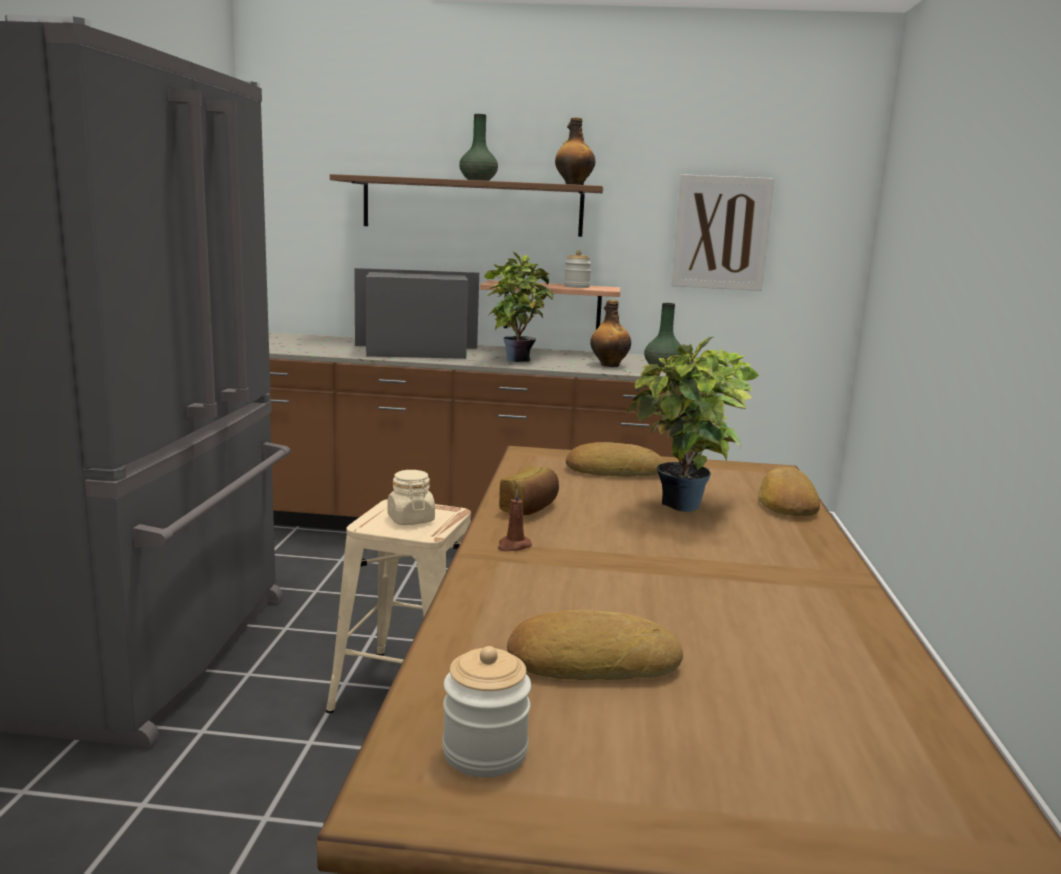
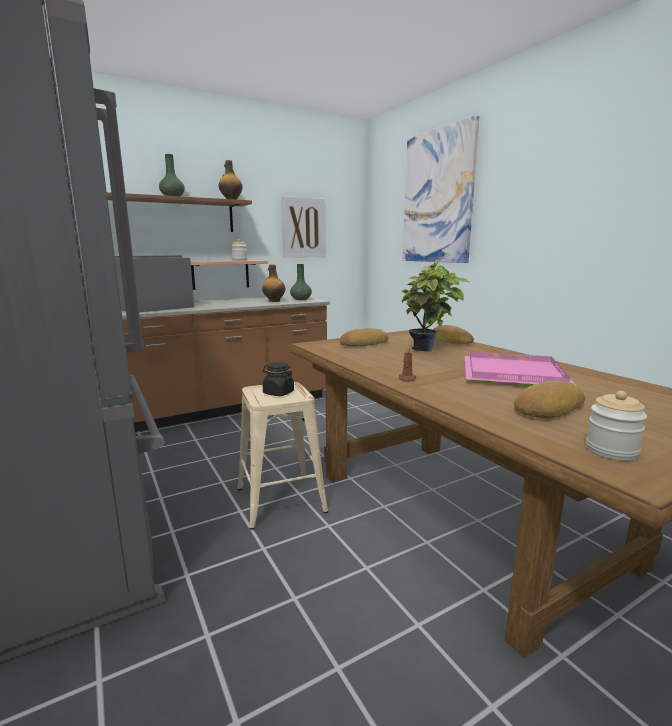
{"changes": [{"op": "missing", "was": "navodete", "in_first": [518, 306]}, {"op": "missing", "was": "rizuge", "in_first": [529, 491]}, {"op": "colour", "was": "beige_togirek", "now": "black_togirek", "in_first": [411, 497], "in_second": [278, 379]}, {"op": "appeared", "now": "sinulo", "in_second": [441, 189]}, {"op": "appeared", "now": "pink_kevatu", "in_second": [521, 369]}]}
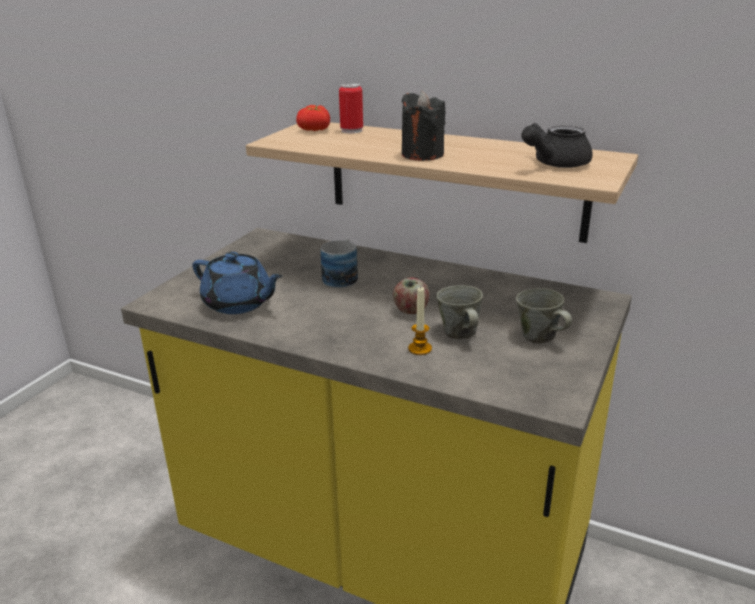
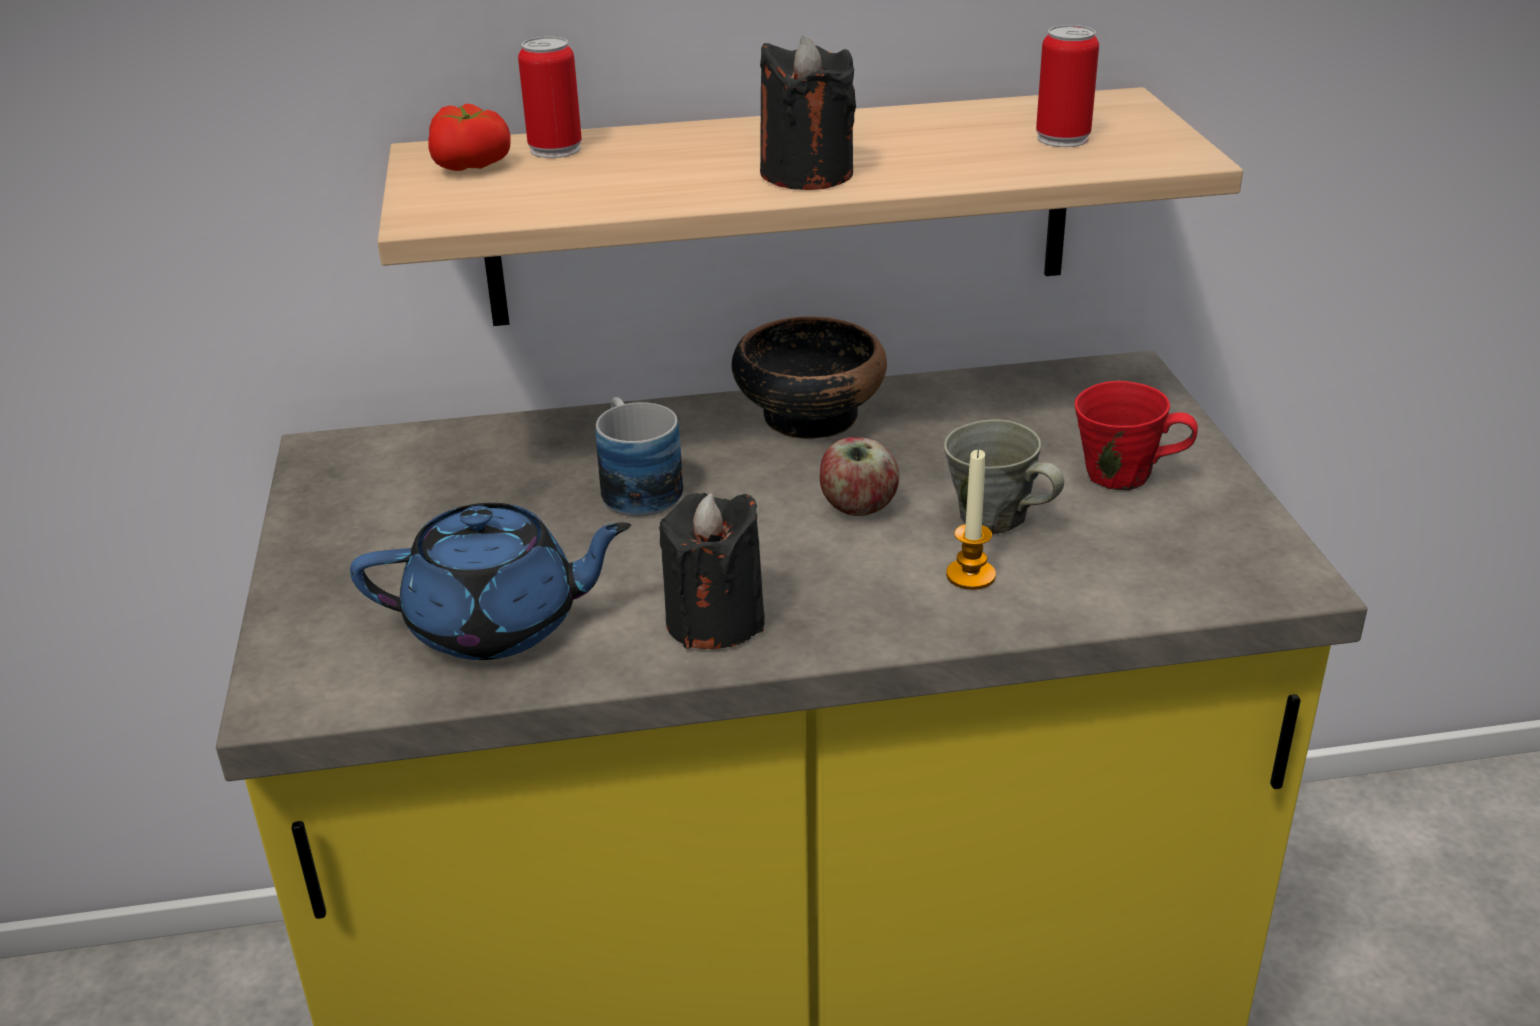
{"changes": [{"op": "exchanged", "was": "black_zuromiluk", "now": "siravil", "in_first": [557, 145], "in_second": [1067, 86]}, {"op": "colour", "was": "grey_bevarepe", "now": "red_bevarepe", "in_first": [544, 316], "in_second": [1136, 436]}, {"op": "appeared", "now": "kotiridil", "in_second": [809, 378]}, {"op": "appeared", "now": "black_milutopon", "in_second": [712, 571]}]}
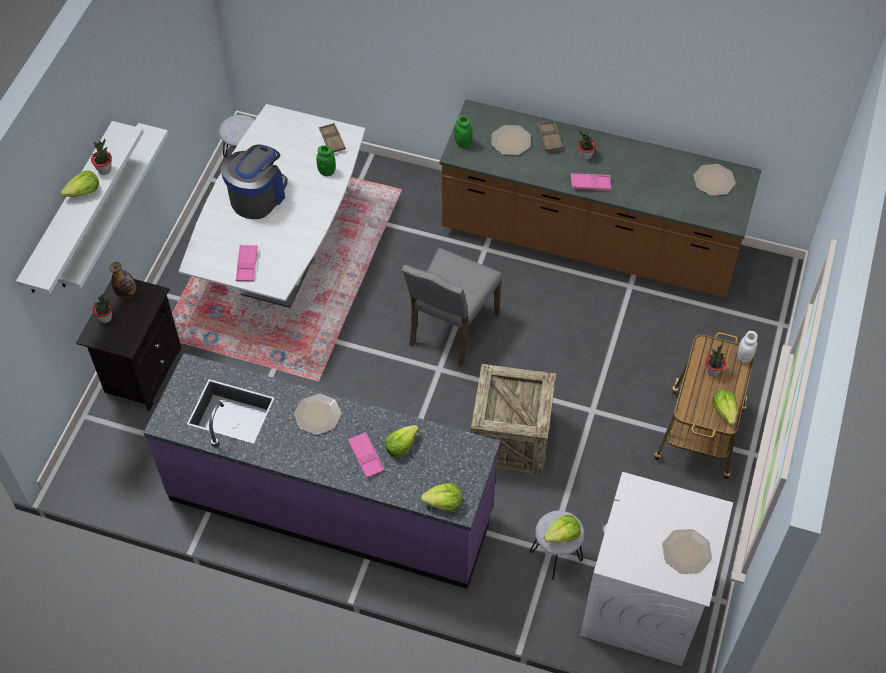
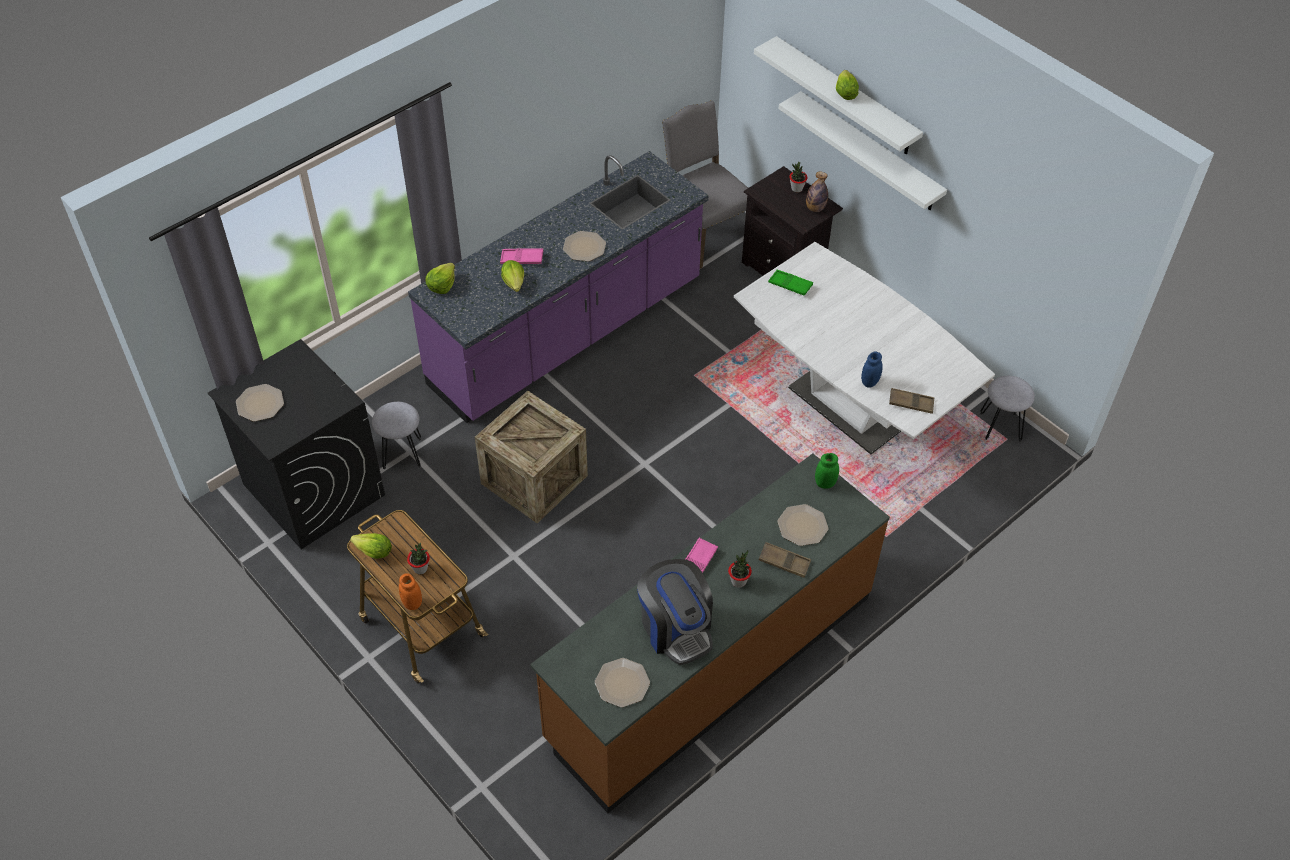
{"changes": [{"op": "missing", "was": "navodete", "in_first": [101, 157]}, {"op": "relocated", "was": "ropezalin", "in_first": [254, 181], "in_second": [675, 612]}, {"op": "colour", "was": "green_togirek", "now": "blue_togirek", "in_first": [326, 160], "in_second": [872, 370]}, {"op": "colour", "was": "pink_kevatu", "now": "green_kevatu", "in_first": [247, 263], "in_second": [790, 283]}, {"op": "relocated", "was": "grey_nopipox", "in_first": [452, 308], "in_second": [705, 184]}, {"op": "colour", "was": "white_togirek", "now": "orange_togirek", "in_first": [747, 347], "in_second": [410, 591]}, {"op": "colour", "was": "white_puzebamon", "now": "black_puzebamon", "in_first": [656, 569], "in_second": [296, 444]}, {"op": "missing", "was": "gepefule", "in_first": [562, 529]}]}
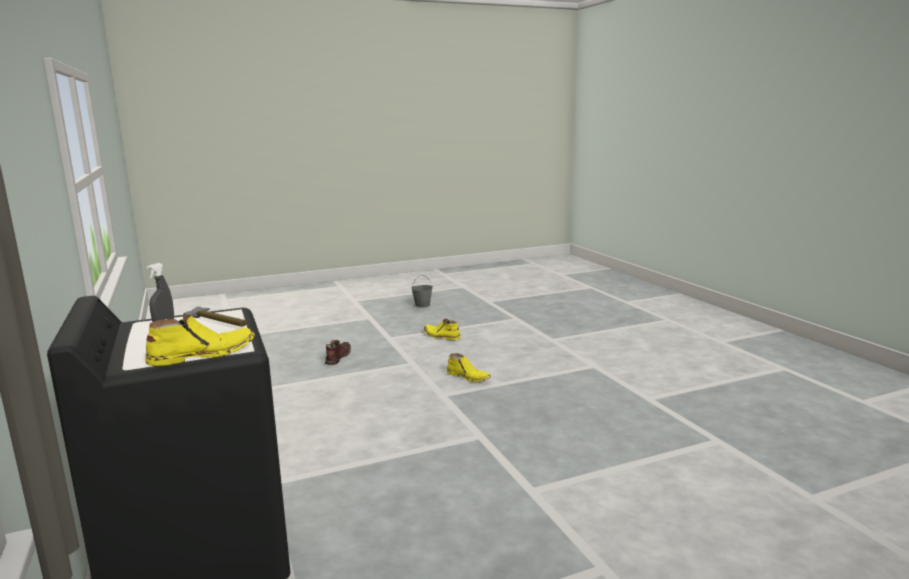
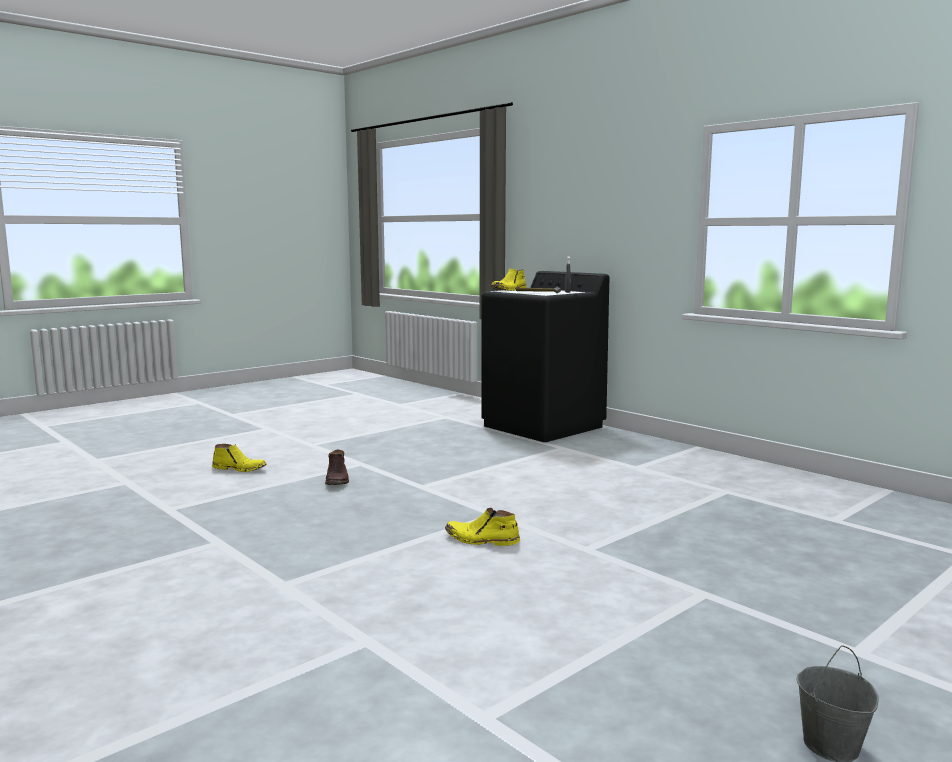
{"changes": [{"op": "relocated", "was": "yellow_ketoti", "in_first": [442, 329], "in_second": [239, 458]}, {"op": "relocated", "was": "brown_ketoti", "in_first": [338, 352], "in_second": [337, 467]}]}
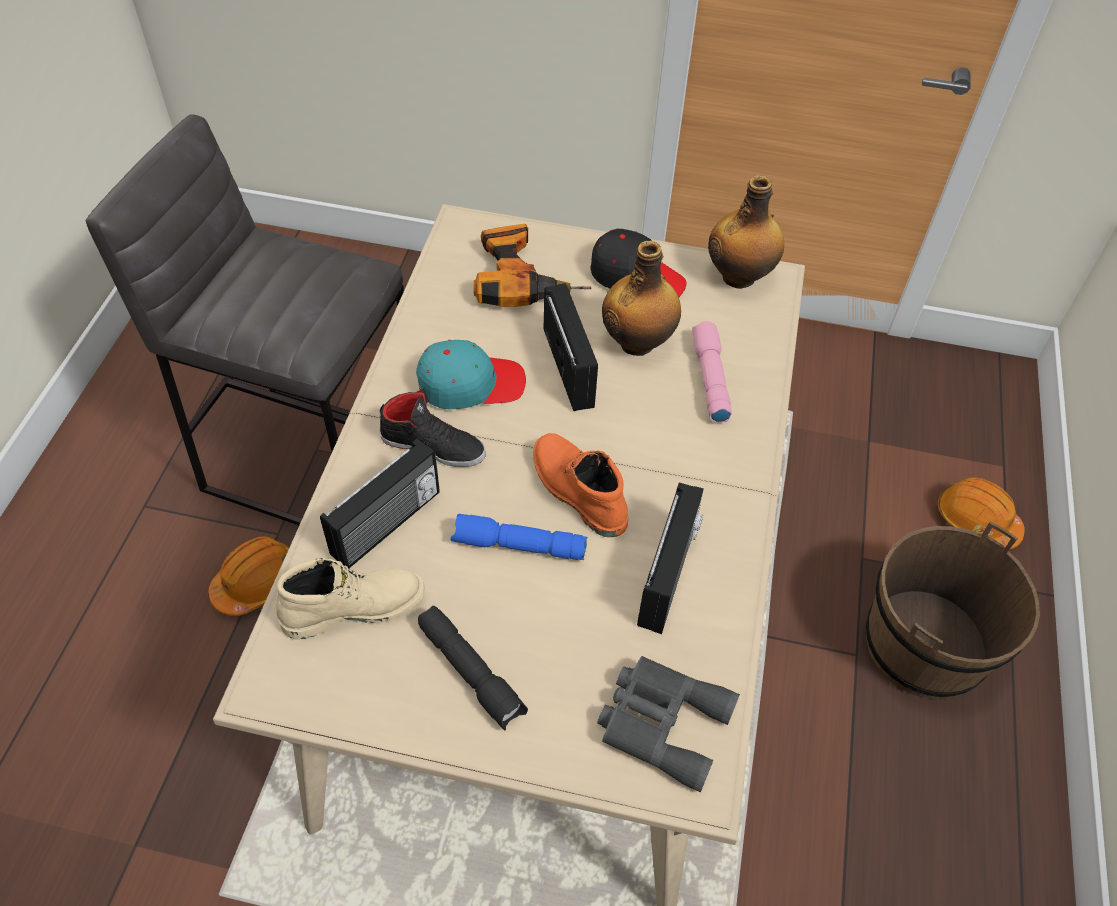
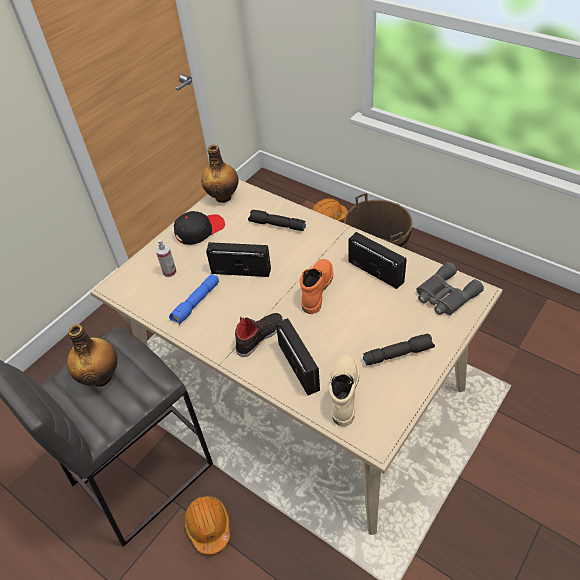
{"changes": [{"op": "exchanged", "was": "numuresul", "now": "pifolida", "in_first": [532, 265], "in_second": [166, 258]}, {"op": "relocated", "was": "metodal", "in_first": [641, 298], "in_second": [92, 355]}, {"op": "colour", "was": "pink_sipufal", "now": "black_sipufal", "in_first": [712, 371], "in_second": [277, 220]}, {"op": "missing", "was": "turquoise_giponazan", "in_first": [471, 374]}, {"op": "spun", "was": "orange_ketoti", "in_first": [580, 485], "in_second": [317, 286], "clockwise": 120}, {"op": "relocated", "was": "blue_sipufal", "in_first": [519, 537], "in_second": [194, 299]}]}
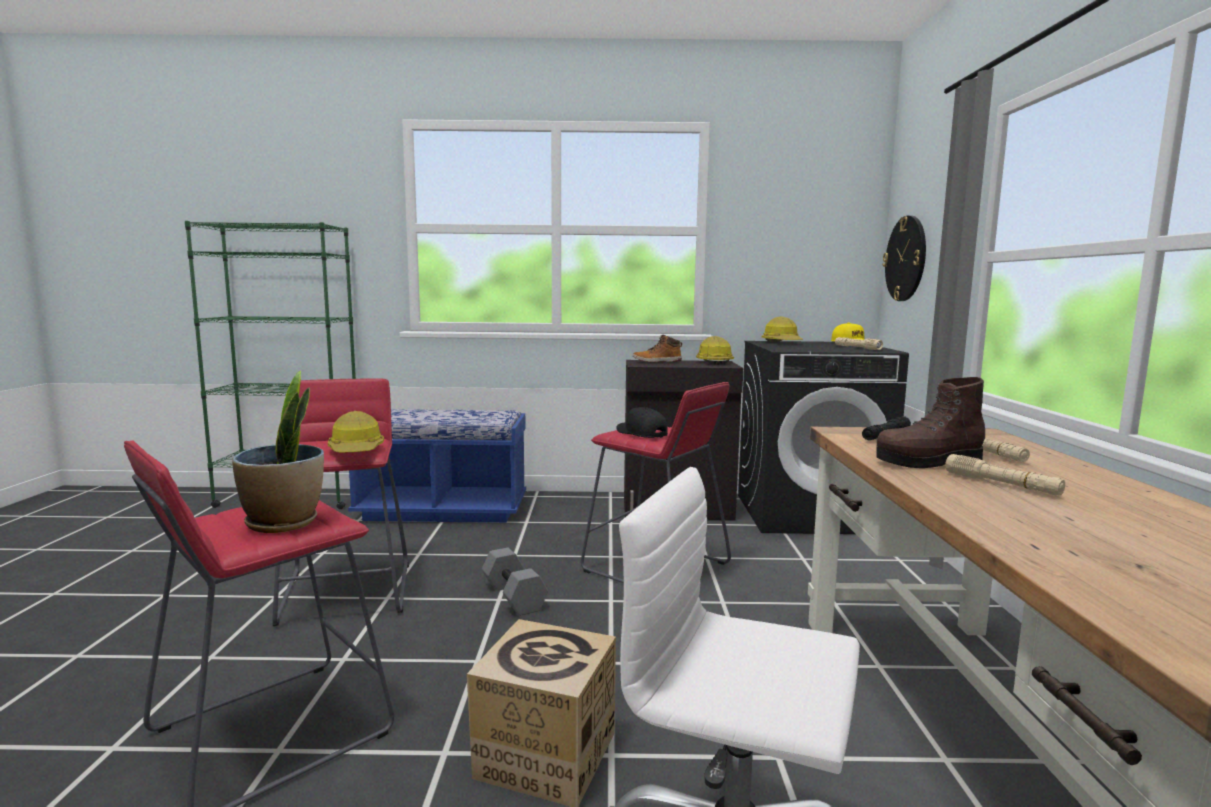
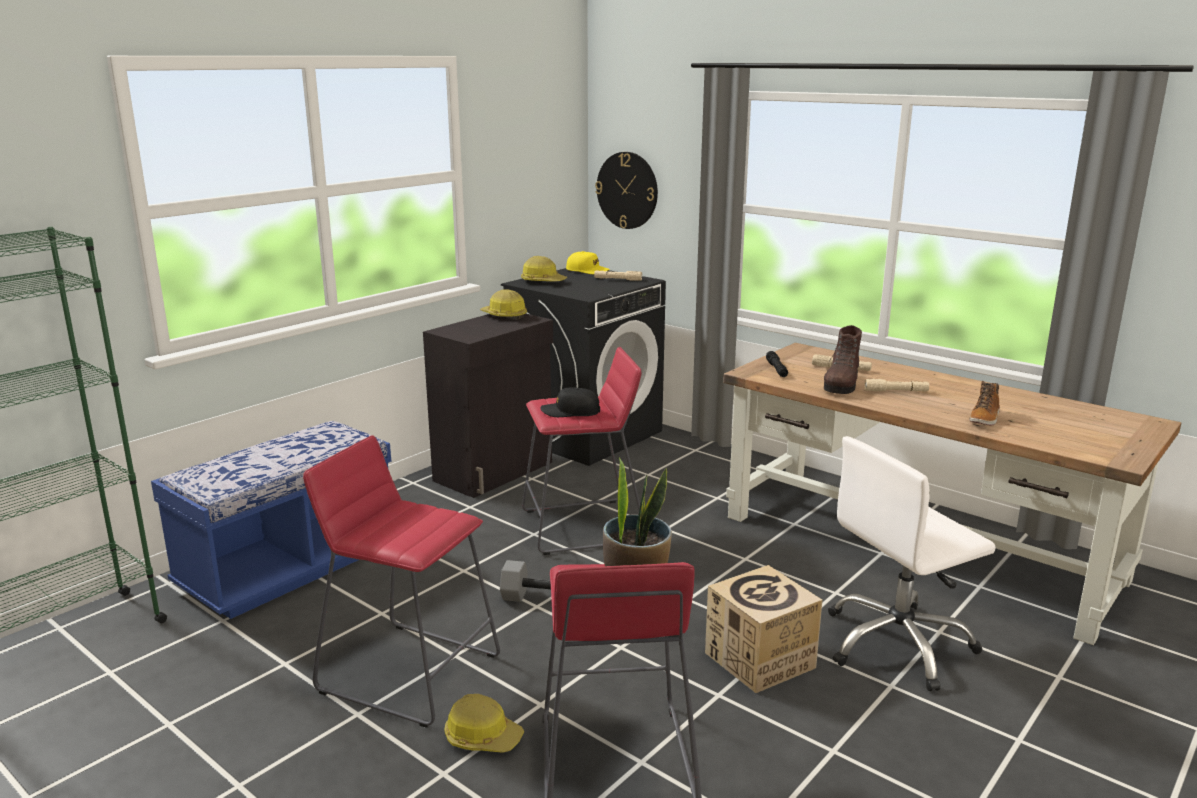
{"changes": [{"op": "relocated", "was": "ketoti", "in_first": [657, 348], "in_second": [984, 403]}, {"op": "relocated", "was": "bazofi", "in_first": [356, 432], "in_second": [484, 723]}]}
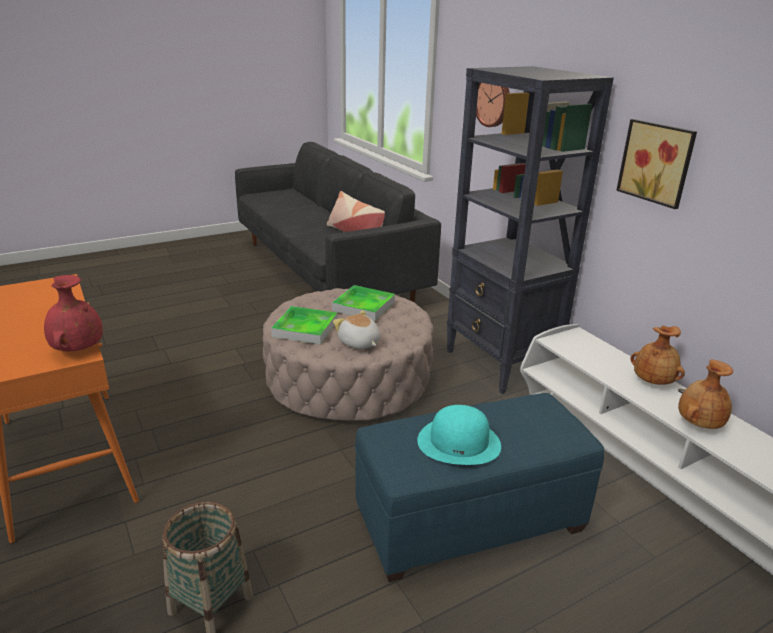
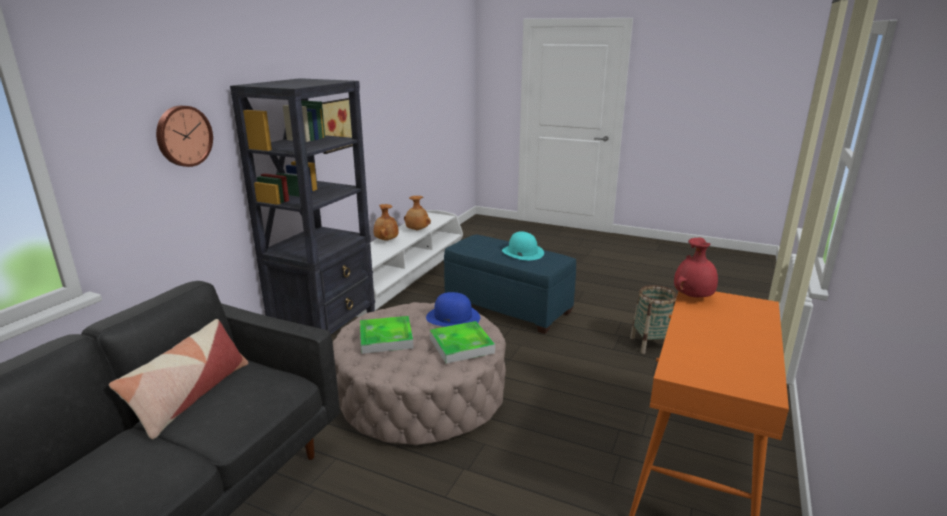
{"changes": [{"op": "exchanged", "was": "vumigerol", "now": "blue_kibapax", "in_first": [356, 329], "in_second": [453, 309]}]}
